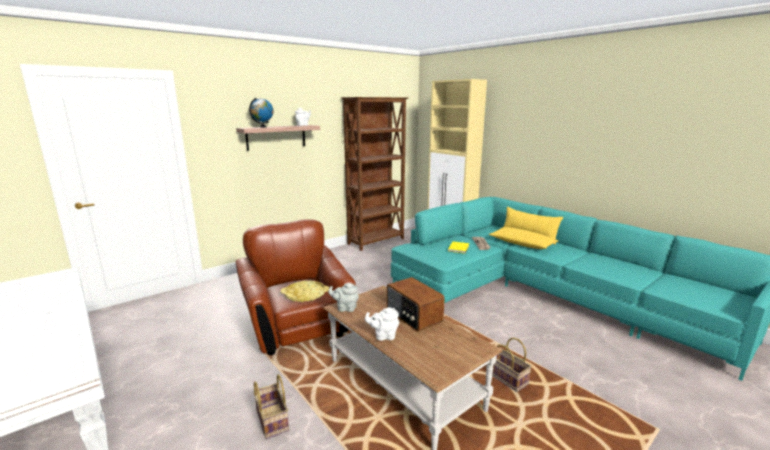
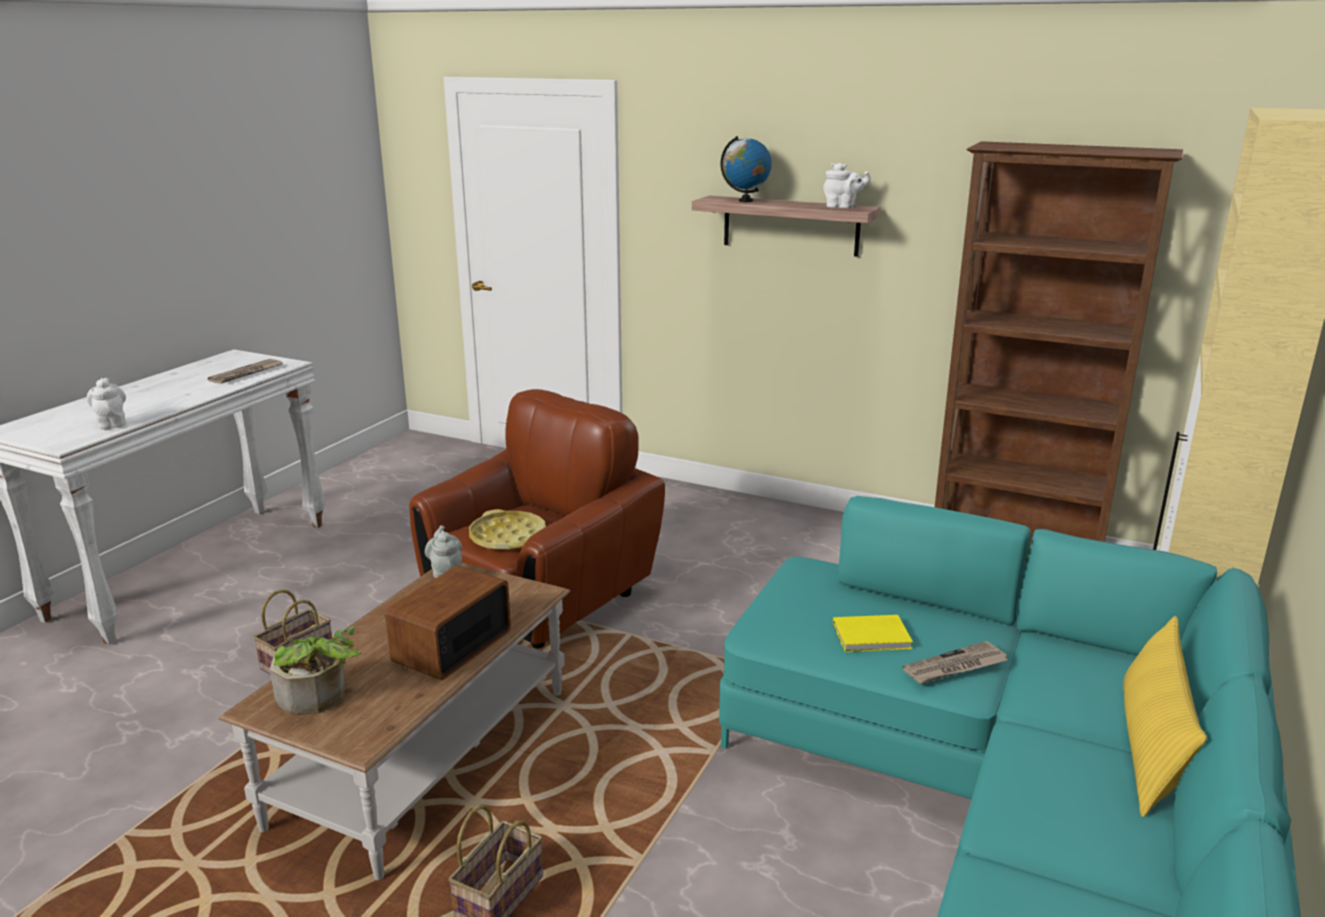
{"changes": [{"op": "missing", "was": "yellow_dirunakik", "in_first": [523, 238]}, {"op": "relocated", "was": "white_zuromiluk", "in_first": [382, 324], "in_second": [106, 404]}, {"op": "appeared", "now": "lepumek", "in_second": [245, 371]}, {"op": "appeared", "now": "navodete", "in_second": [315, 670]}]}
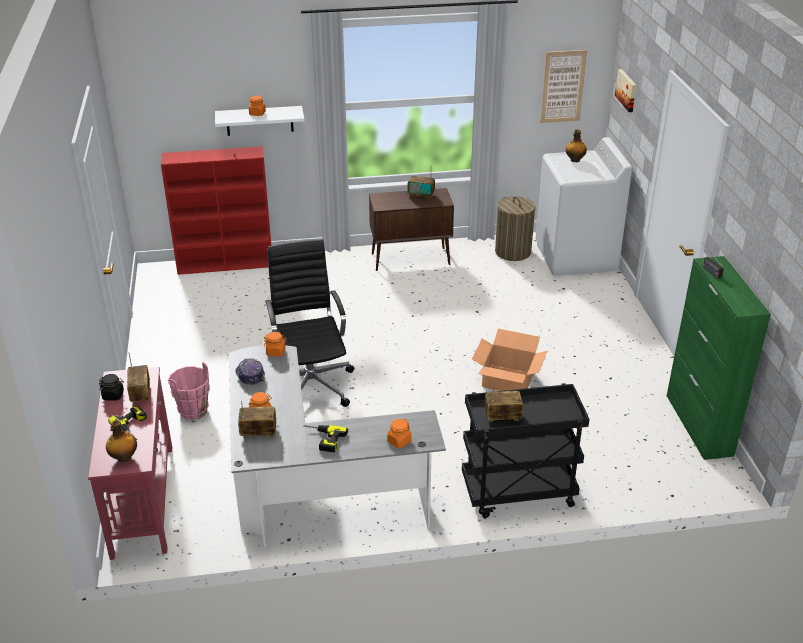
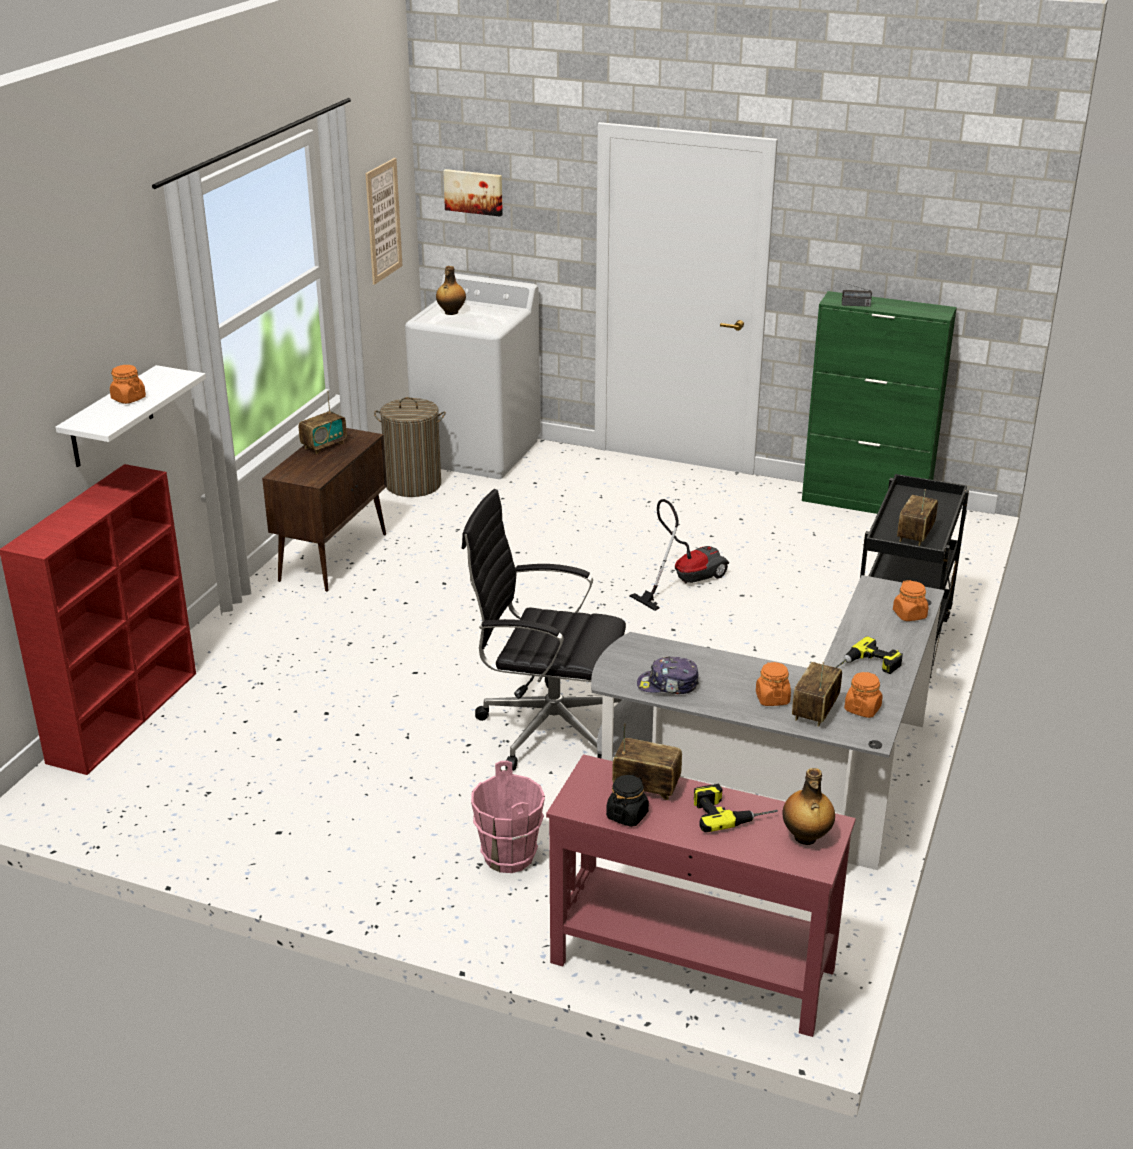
{"changes": [{"op": "exchanged", "was": "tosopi", "now": "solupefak", "in_first": [509, 360], "in_second": [679, 555]}, {"op": "relocated", "was": "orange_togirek", "in_first": [275, 344], "in_second": [863, 695]}]}
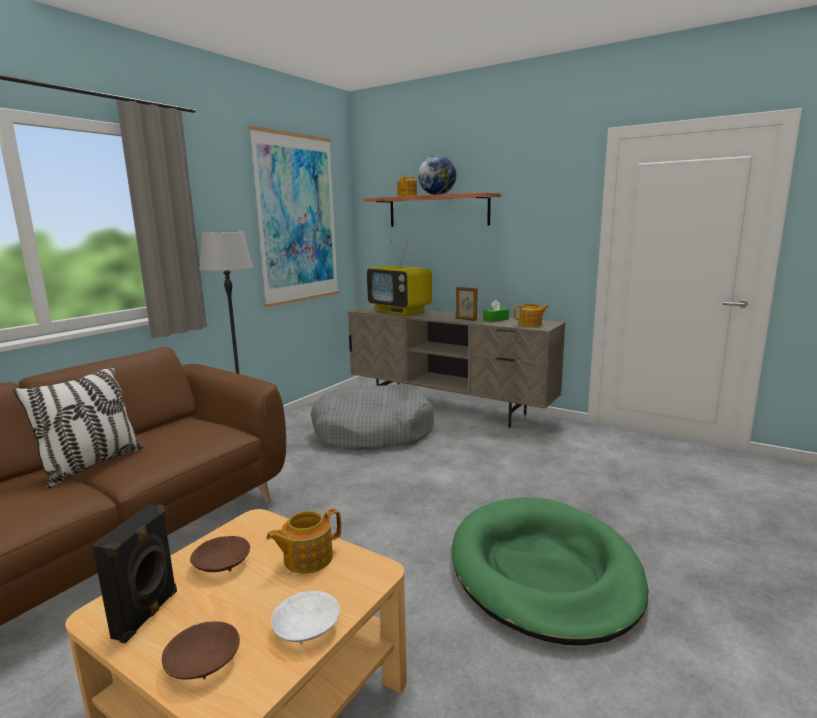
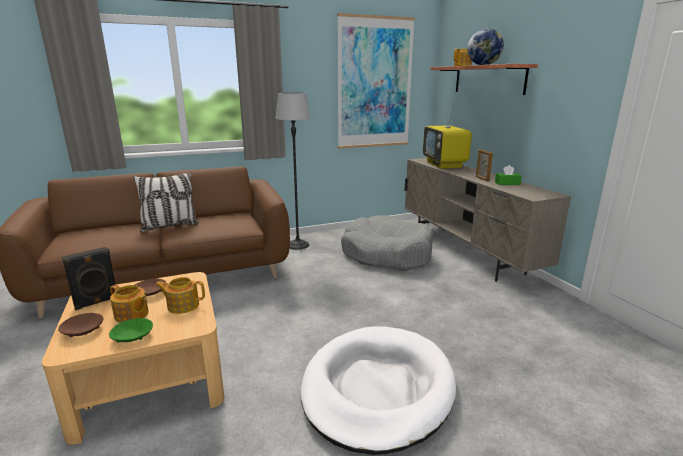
{"changes": [{"op": "relocated", "was": "zuromiluk", "in_first": [531, 315], "in_second": [129, 304]}, {"op": "colour", "was": "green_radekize", "now": "white_radekize", "in_first": [549, 571], "in_second": [378, 391]}, {"op": "colour", "was": "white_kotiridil", "now": "green_kotiridil", "in_first": [305, 618], "in_second": [131, 330]}]}
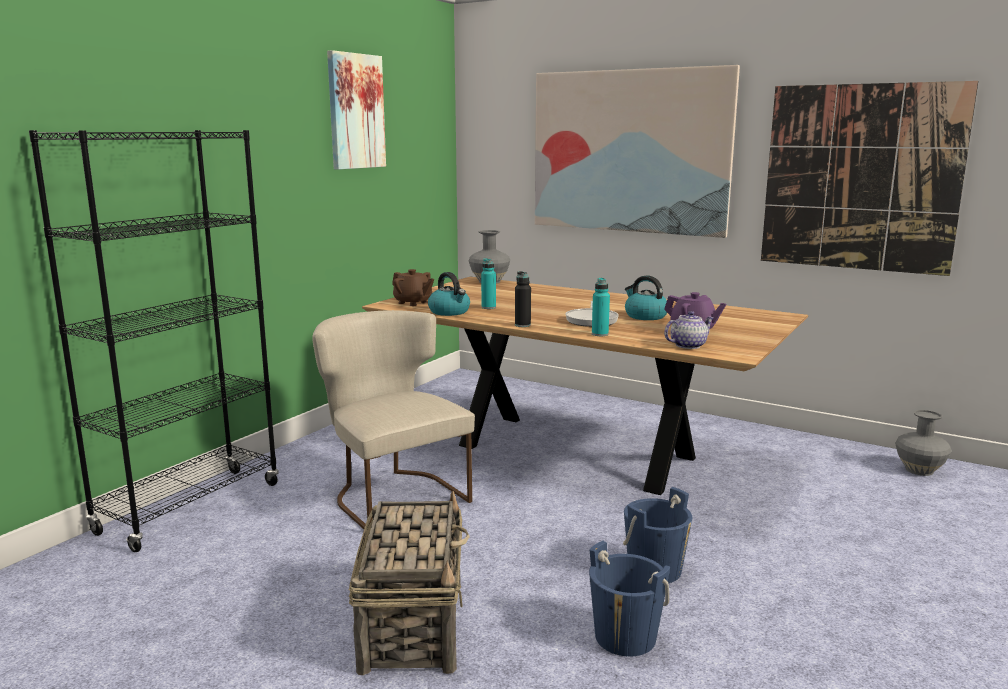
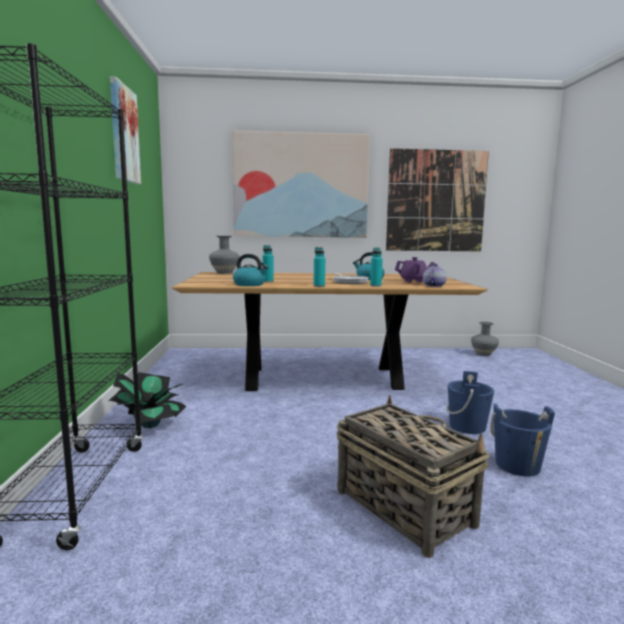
{"changes": [{"op": "missing", "was": "brown_zuromiluk", "in_first": [413, 287]}, {"op": "colour", "was": "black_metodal", "now": "turquoise_metodal", "in_first": [523, 299], "in_second": [319, 267]}, {"op": "missing", "was": "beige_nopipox", "in_first": [393, 419]}, {"op": "appeared", "now": "navodete", "in_second": [147, 400]}]}
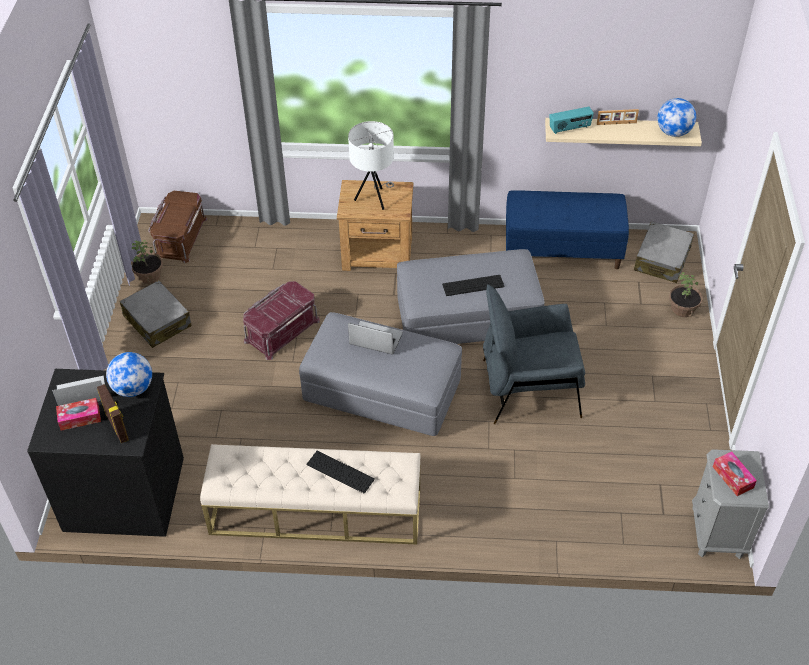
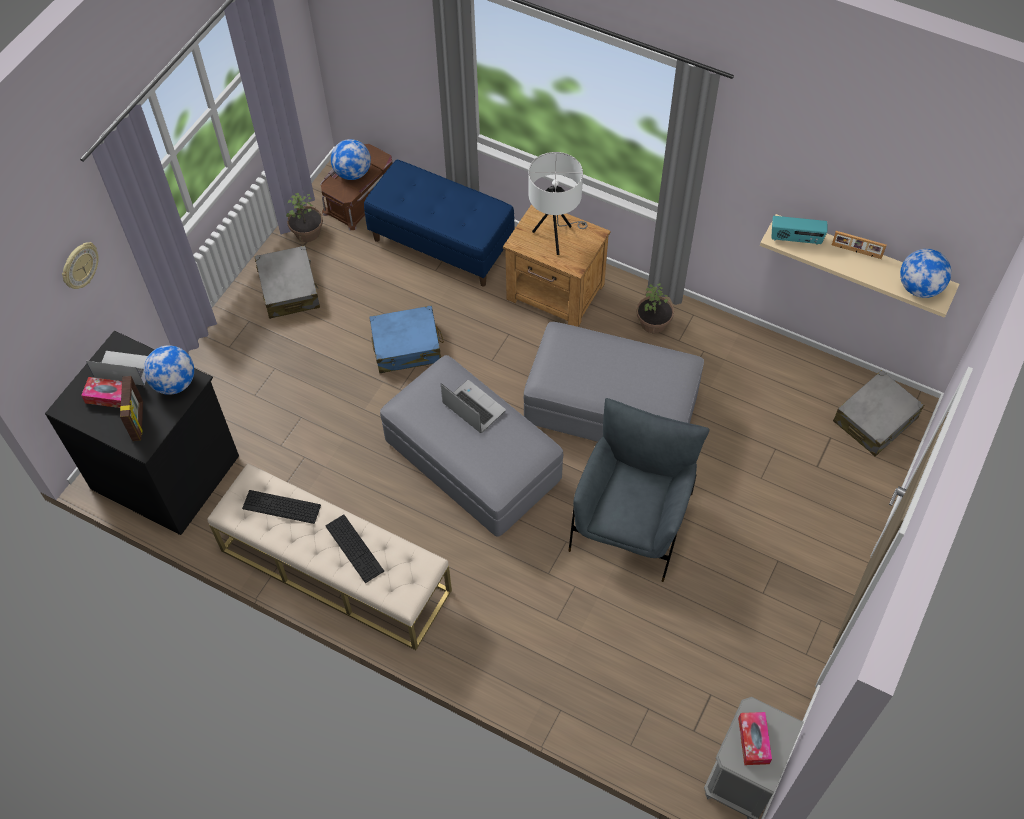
{"changes": [{"op": "relocated", "was": "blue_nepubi", "in_first": [567, 229], "in_second": [439, 223]}, {"op": "relocated", "was": "navodete", "in_first": [686, 294], "in_second": [655, 308]}, {"op": "relocated", "was": "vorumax", "in_first": [473, 285], "in_second": [281, 507]}, {"op": "exchanged", "was": "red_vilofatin", "now": "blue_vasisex", "in_first": [281, 320], "in_second": [406, 339]}, {"op": "spun", "was": "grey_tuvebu", "in_first": [534, 354], "in_second": [639, 490], "clockwise": 90}, {"op": "appeared", "now": "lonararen", "in_second": [351, 159]}, {"op": "appeared", "now": "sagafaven", "in_second": [80, 265]}]}
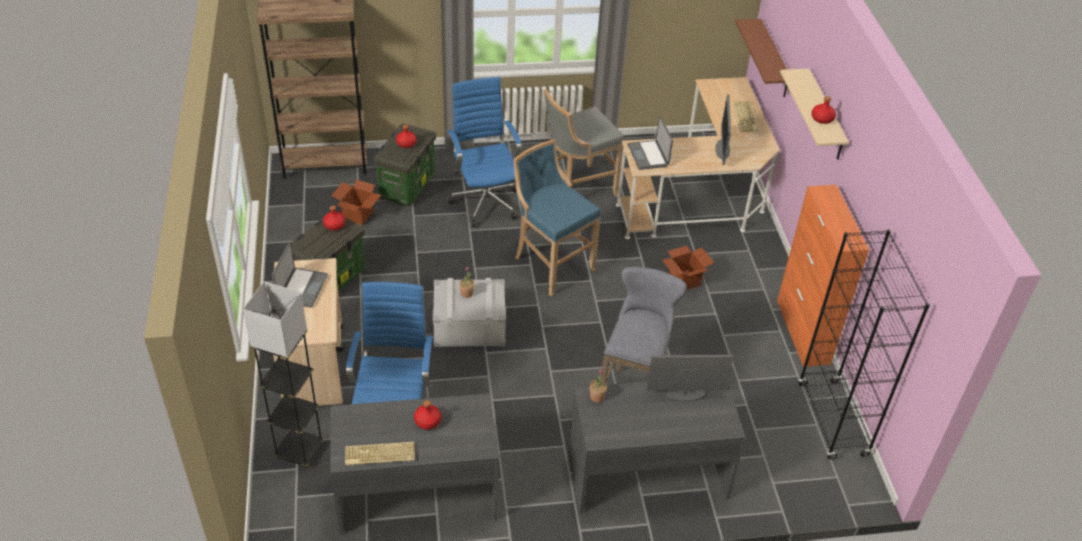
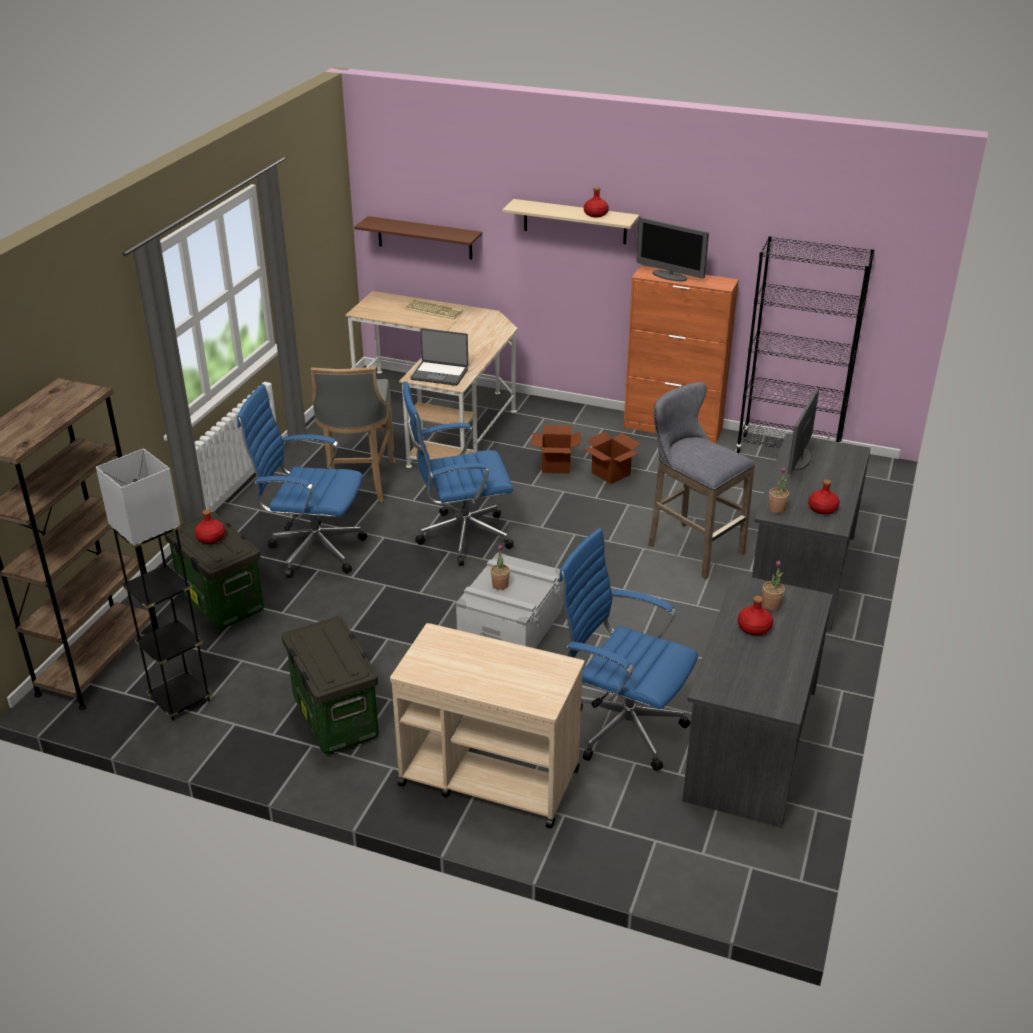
{"changes": [{"op": "relocated", "was": "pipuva", "in_first": [723, 130], "in_second": [672, 249]}, {"op": "exchanged", "was": "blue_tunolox", "now": "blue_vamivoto", "in_first": [557, 217], "in_second": [458, 473]}, {"op": "relocated", "was": "tosopi", "in_first": [356, 202], "in_second": [612, 457]}, {"op": "relocated", "was": "red_metodal", "in_first": [334, 218], "in_second": [824, 496]}, {"op": "missing", "was": "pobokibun", "in_first": [300, 275]}, {"op": "relocated", "was": "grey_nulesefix", "in_first": [283, 375], "in_second": [154, 584]}, {"op": "missing", "was": "vorumax", "in_first": [380, 453]}, {"op": "appeared", "now": "navodete", "in_second": [773, 585]}]}
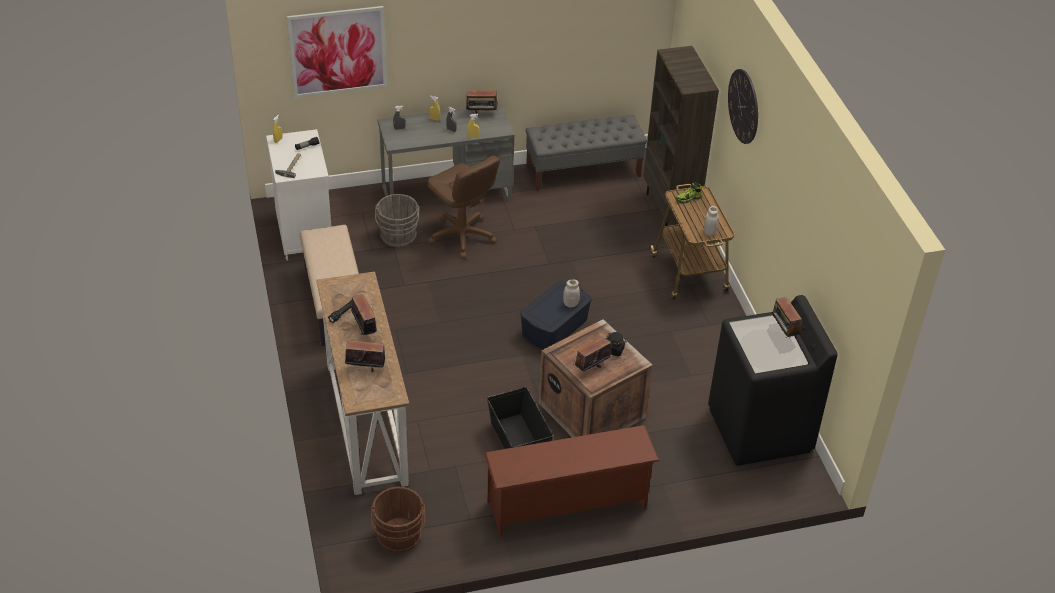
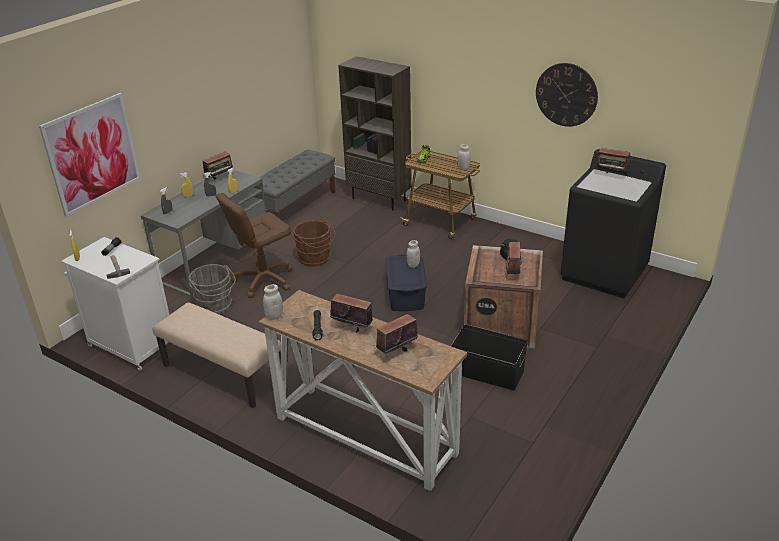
{"changes": [{"op": "relocated", "was": "sagafaven", "in_first": [743, 106], "in_second": [567, 95]}, {"op": "spun", "was": "brown_vamivoto", "in_first": [463, 207], "in_second": [254, 245], "clockwise": 135}, {"op": "missing", "was": "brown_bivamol", "in_first": [571, 480]}, {"op": "relocated", "was": "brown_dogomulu", "in_first": [398, 520], "in_second": [314, 243]}, {"op": "appeared", "now": "white_togirek", "in_second": [273, 302]}]}
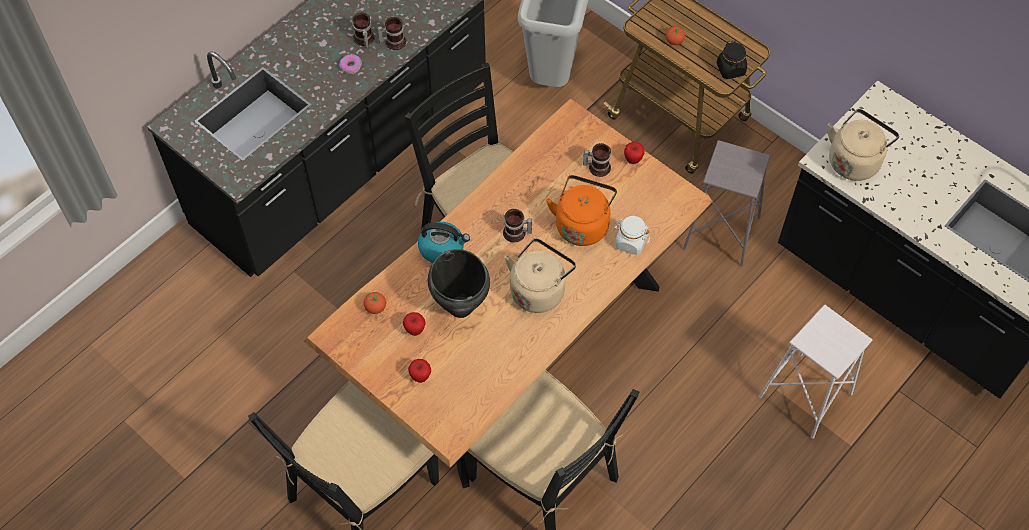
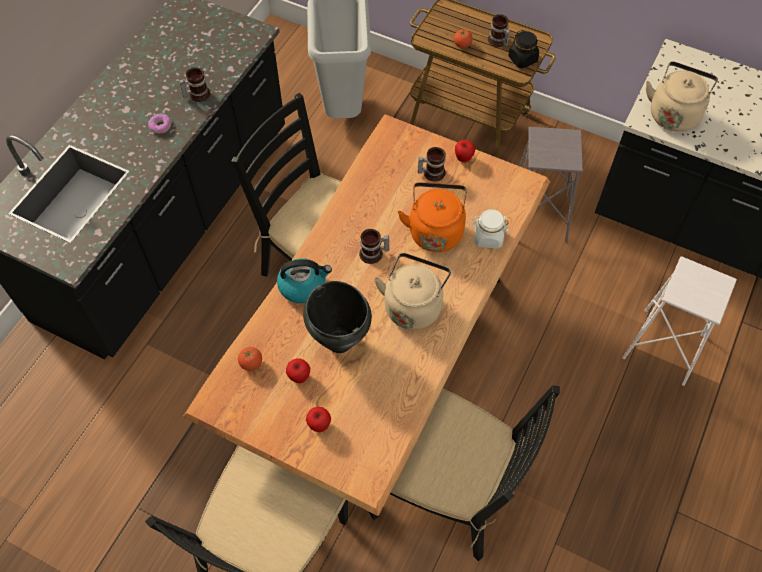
{"changes": [{"op": "relocated", "was": "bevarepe", "in_first": [363, 30], "in_second": [499, 30]}]}
